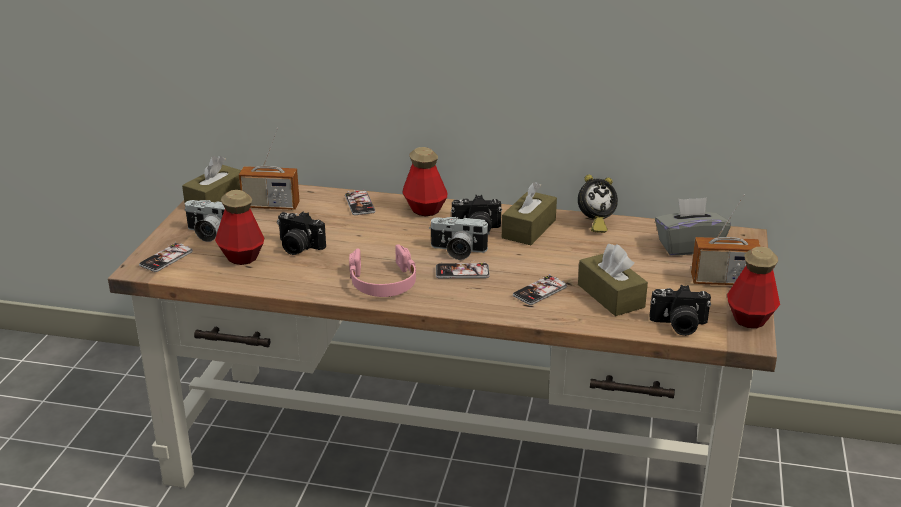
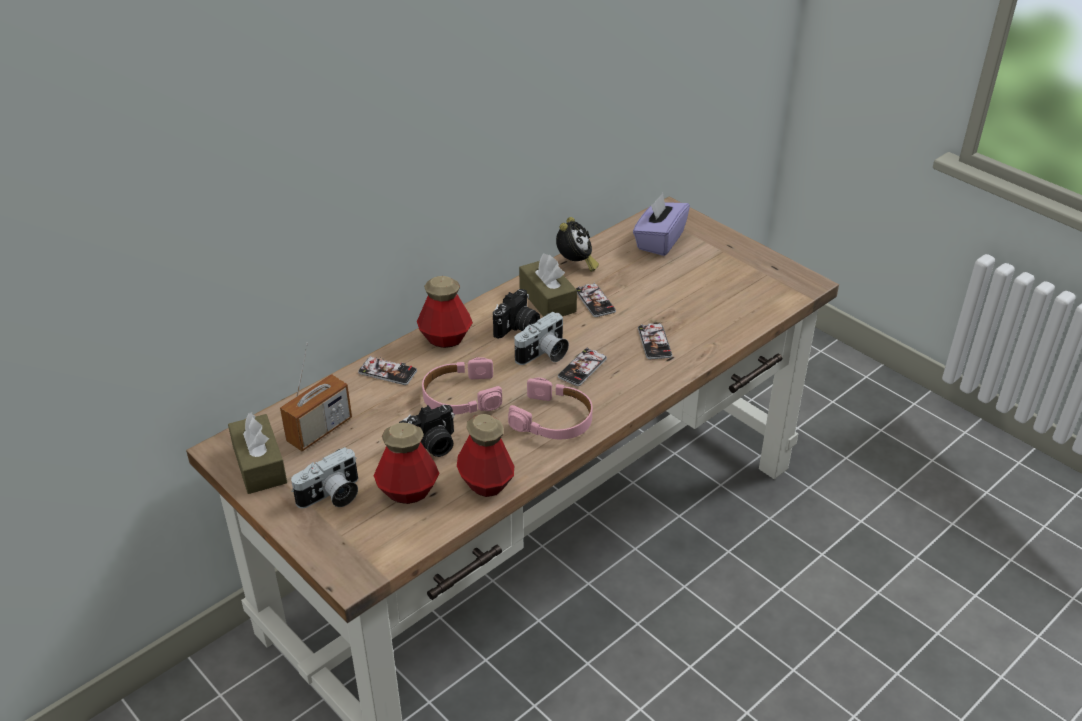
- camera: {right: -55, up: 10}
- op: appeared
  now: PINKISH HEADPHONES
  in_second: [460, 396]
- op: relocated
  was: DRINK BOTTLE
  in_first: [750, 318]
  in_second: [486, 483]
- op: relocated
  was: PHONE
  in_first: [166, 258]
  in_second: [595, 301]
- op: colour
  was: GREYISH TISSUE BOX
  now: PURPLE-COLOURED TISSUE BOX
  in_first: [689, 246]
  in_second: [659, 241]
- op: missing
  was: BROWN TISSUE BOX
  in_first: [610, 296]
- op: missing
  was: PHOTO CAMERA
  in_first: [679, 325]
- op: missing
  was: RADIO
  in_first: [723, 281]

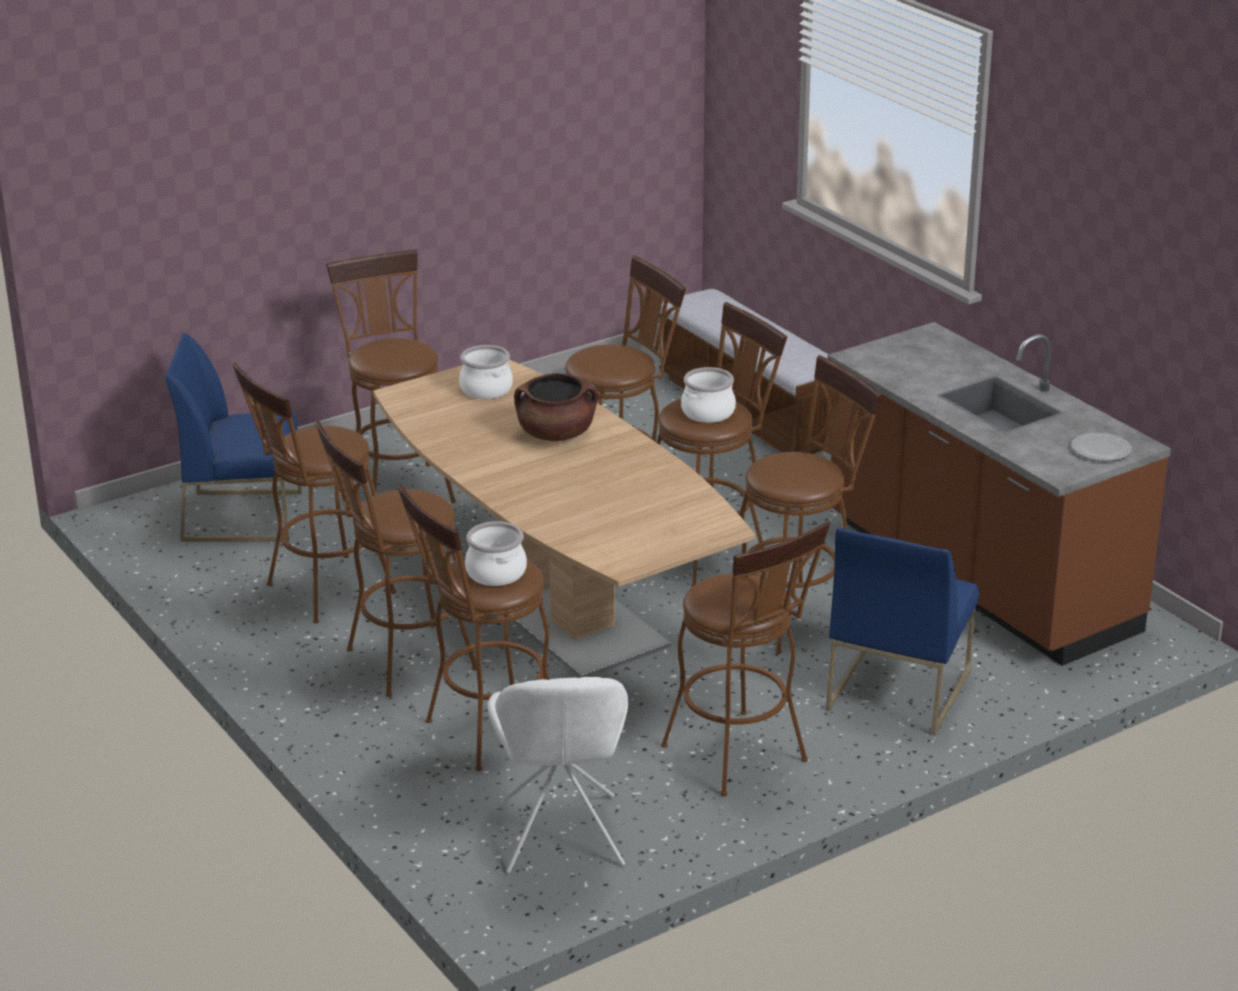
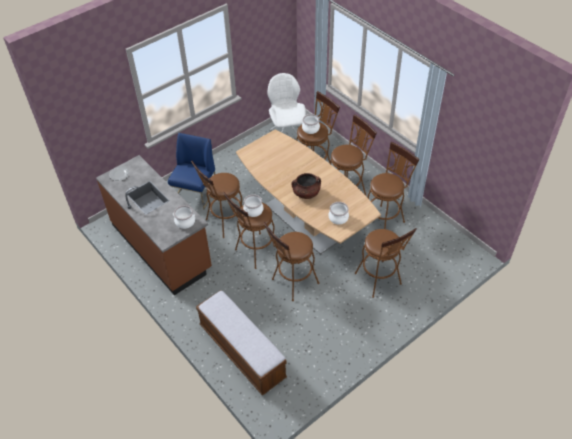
- camera: {right: 175, up: 20}
- op: appeared
  now: COOKING POT
  in_second: [185, 222]
- op: missing
  was: BLUE CHAIR
  in_first: [243, 516]
- op: missing
  was: BROWN SITTING STOOL
  in_first: [742, 759]

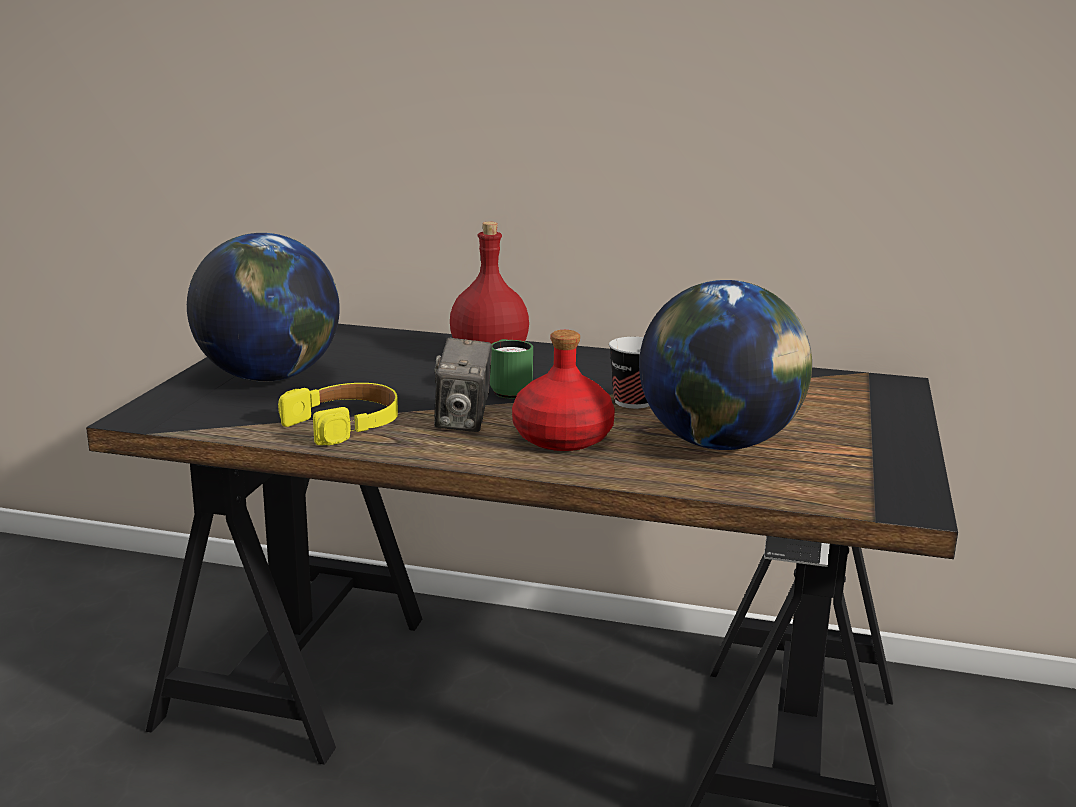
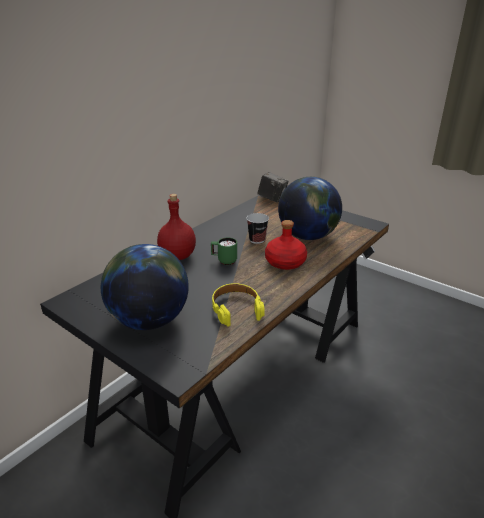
- camera: {right: -65, up: 10}
- op: relocated
  was: PHOTO CAMERA
  in_first: [463, 421]
  in_second: [272, 199]

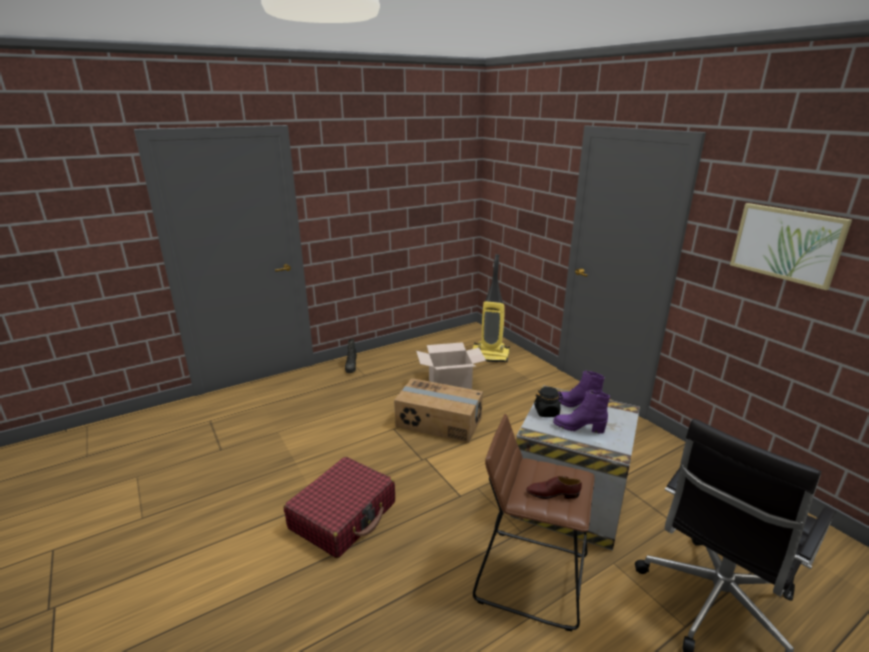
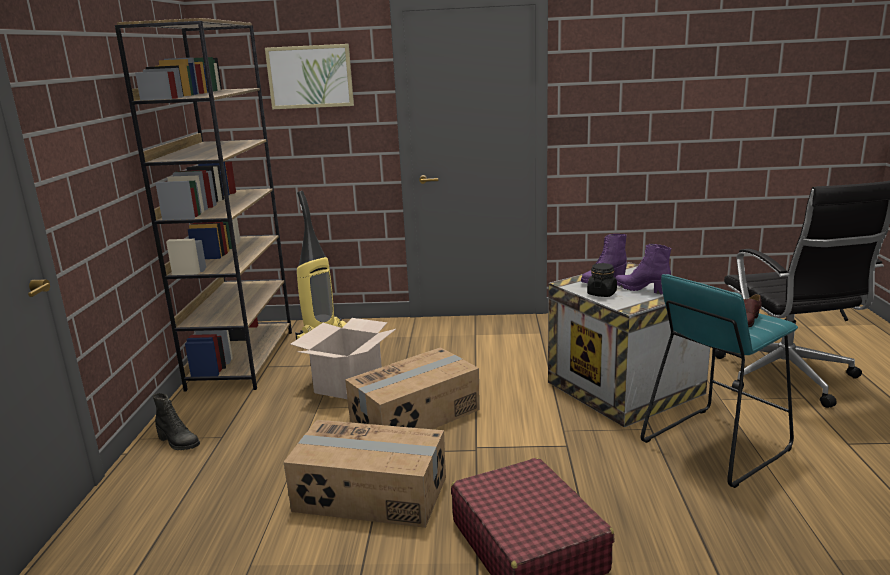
- camera: {right: -55, up: -5}
- op: appeared
  now: BROWN SHELVING UNIT
  in_second: [242, 359]
- op: relocated
  was: WALL PICTURE
  in_first: [786, 244]
  in_second: [310, 76]
- op: appeared
  now: PACKING BOX
  in_second: [370, 495]
- op: spun
  was: PURPLE-COLOURED BOOT
  in_first: [578, 427]
  in_second: [641, 289]
  clockwise: 75
- op: colour
  was: BROWN SITTING STOOL
  now: TURQUOISE-COLOURED SITTING STOOL
  in_first: [531, 576]
  in_second: [715, 445]

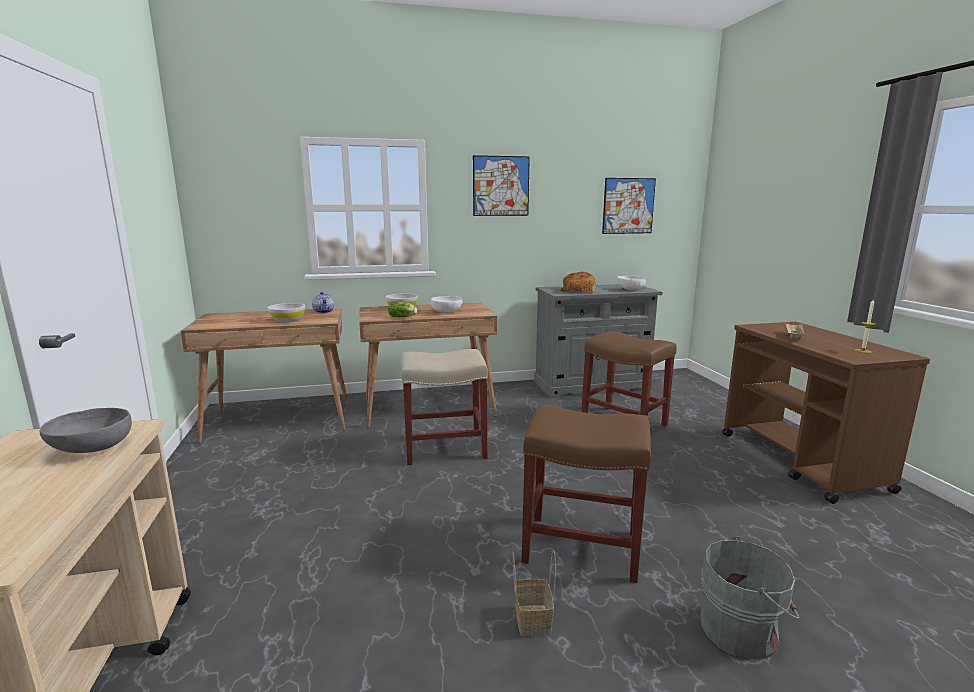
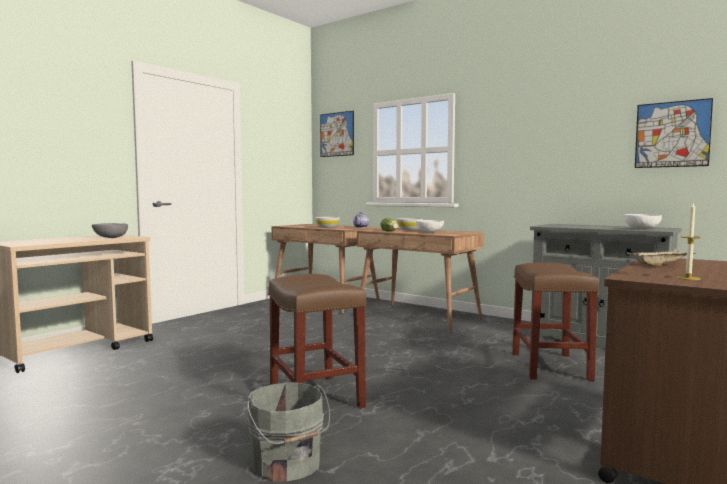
- camera: {right: 50, up: -10}
- op: relocated
  was: WALL PICTURE
  in_first: [501, 186]
  in_second: [337, 134]
- op: missing
  was: BEIGE SITTING STOOL
  in_first: [443, 449]
- op: missing
  was: STORAGE BASKET
  in_first: [531, 619]
- op: missing
  was: BREAD
  in_first: [576, 291]

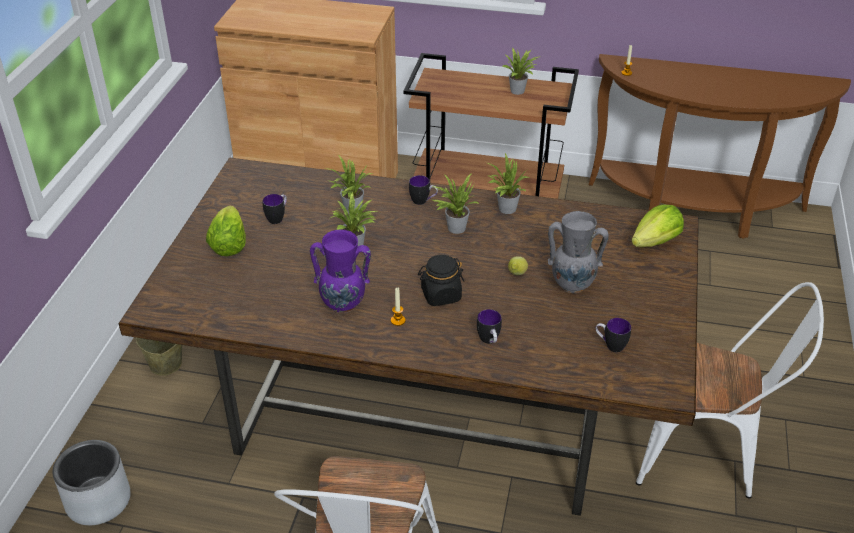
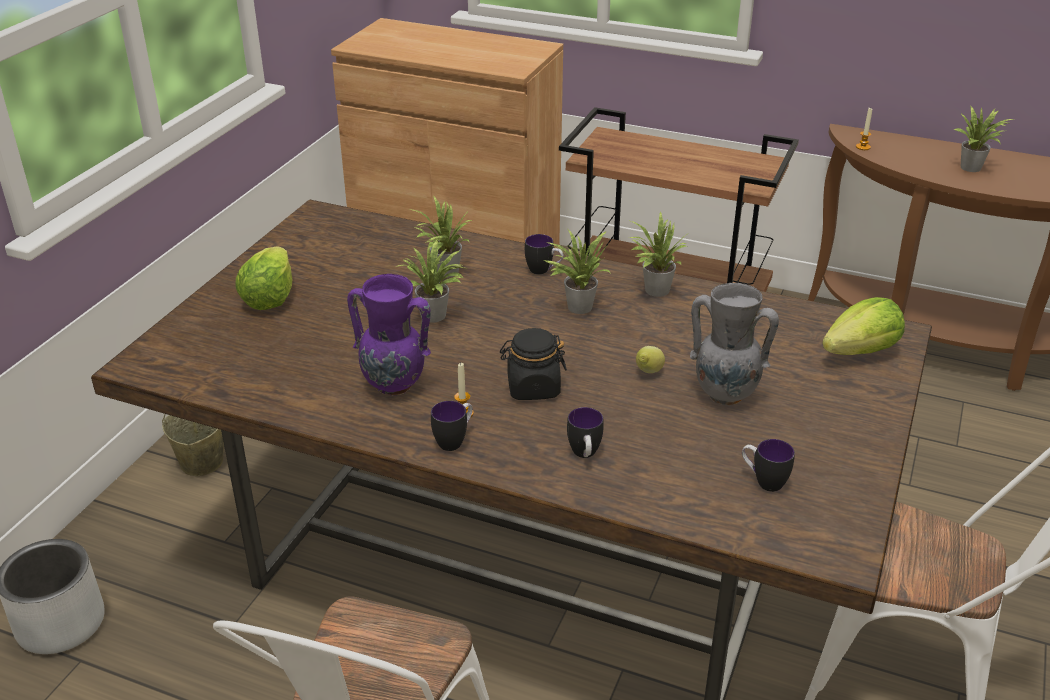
- camera: {right: 10, up: -5}
- op: relocated
  was: COFFEE MUG
  in_first: [278, 218]
  in_second: [455, 440]
- op: relocated
  was: HOUSEPLANT
  in_first: [519, 91]
  in_second: [973, 168]

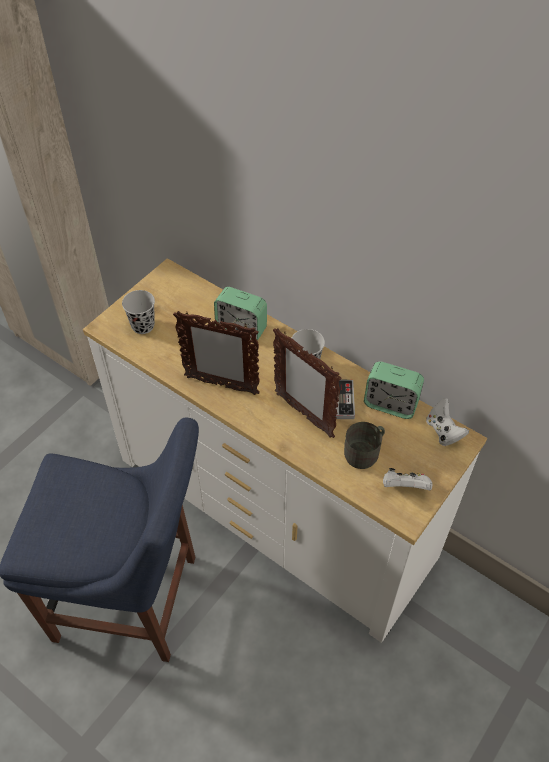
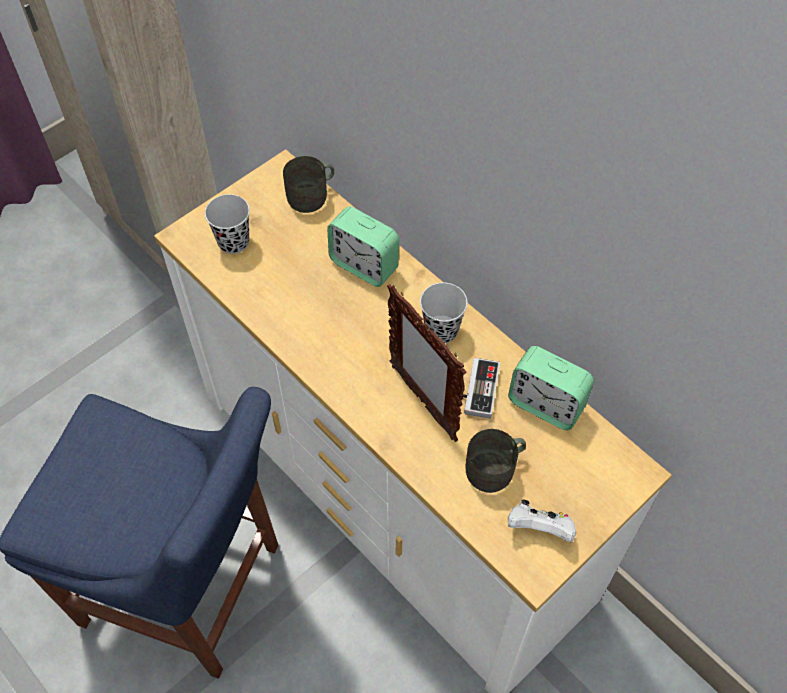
- camera: {right: 10, up: 5}
- op: appeared
  now: GREYISH COFFEE MUG
  in_second: [312, 196]
- op: missing
  was: PICTURE FRAME
  in_first: [221, 385]
- op: missing
  was: WHITISH GAMEPAD
  in_first: [443, 431]

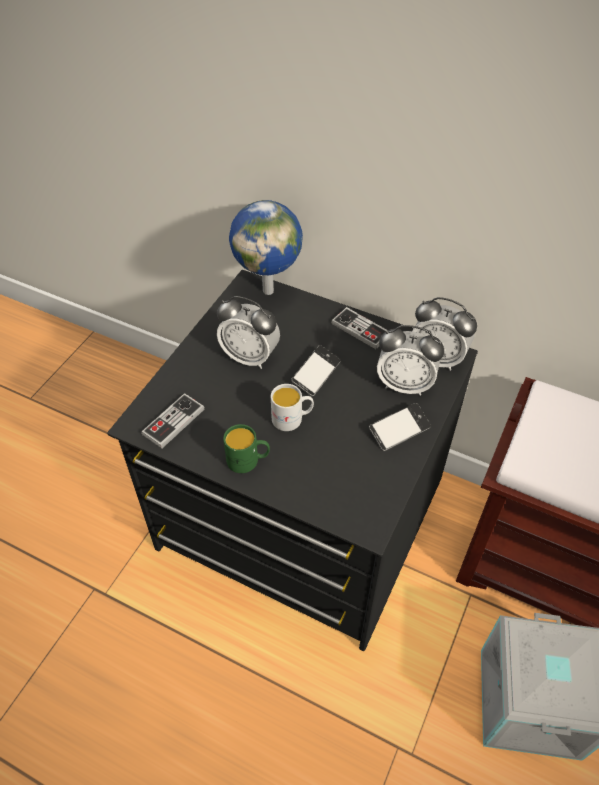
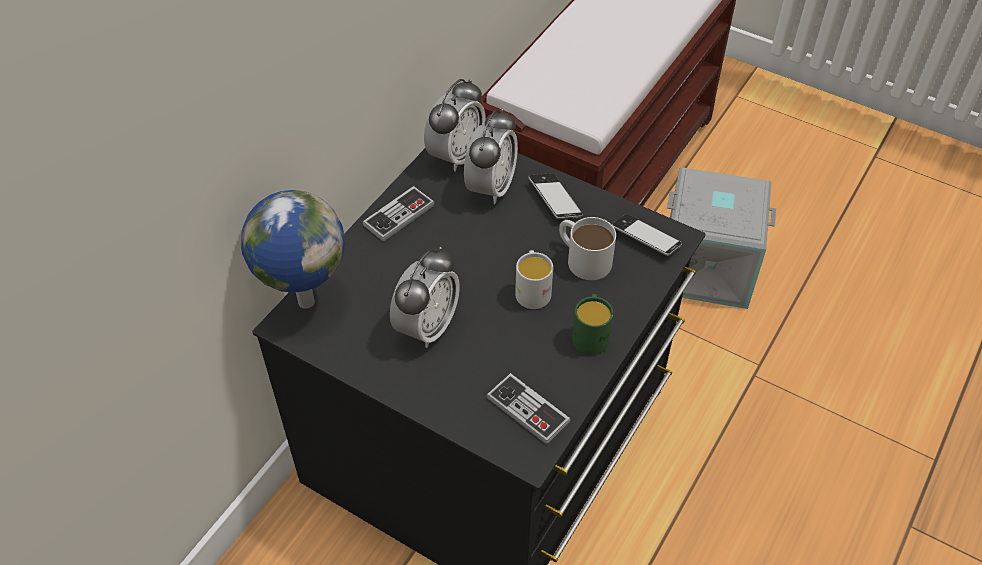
- camera: {right: -85, up: 0}
- op: appeared
  now: WHITISH COFFEE MUG
  in_second: [582, 257]
- op: relocated
  was: PHONE
  in_first: [316, 374]
  in_second: [646, 239]

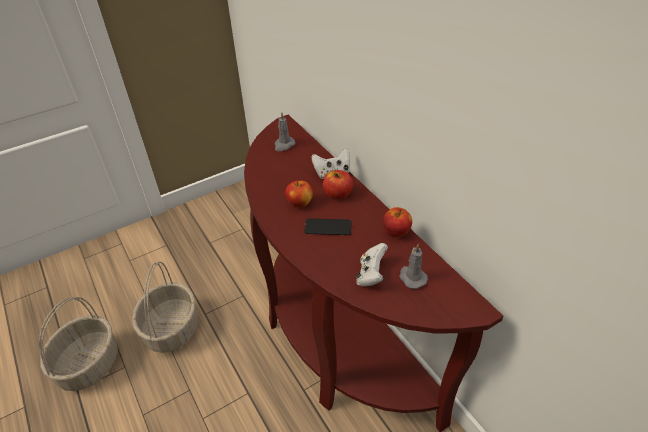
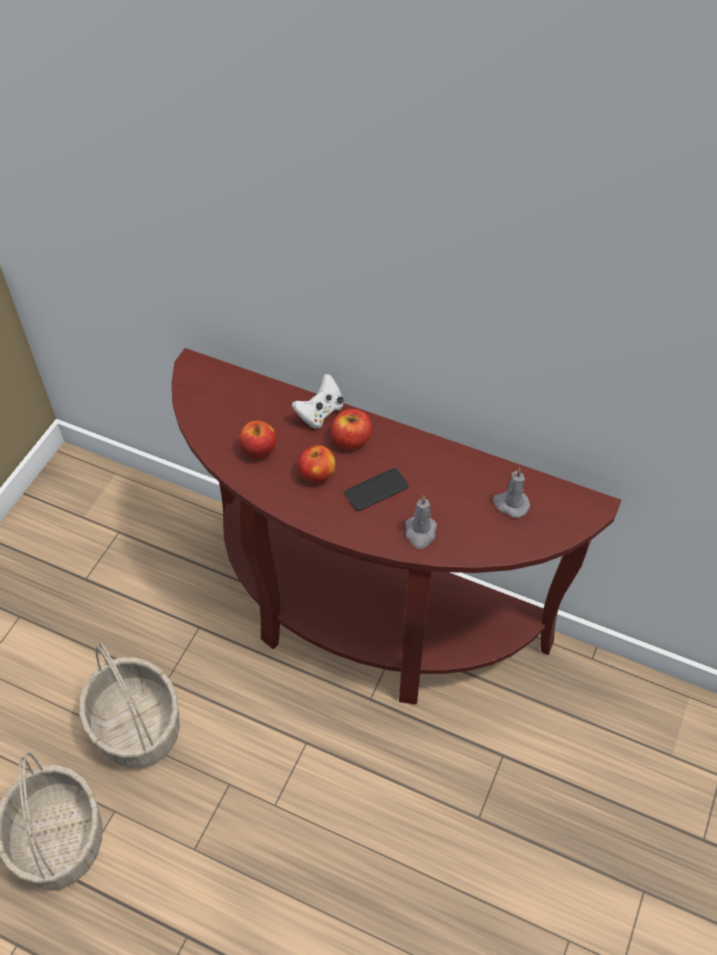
- camera: {right: -35, up: 10}
- op: relocated
  was: APPLE
  in_first: [396, 232]
  in_second: [259, 450]
- op: relocated
  was: GREYISH WAX CANDLE
  in_first: [284, 145]
  in_second: [420, 533]
- op: missing
  was: WHITISH GAMEPAD
  in_first: [371, 275]

